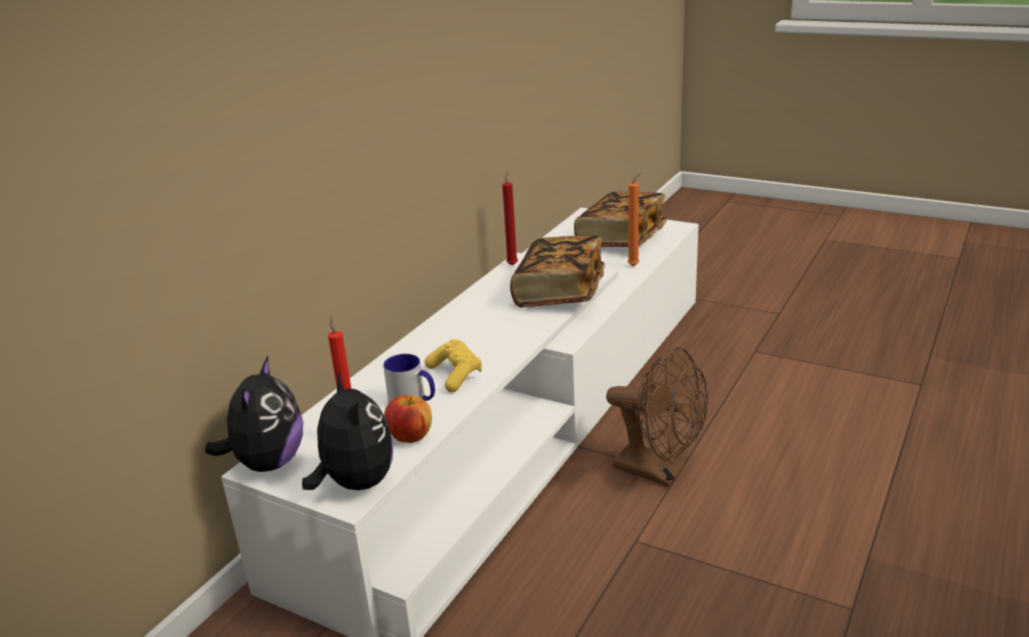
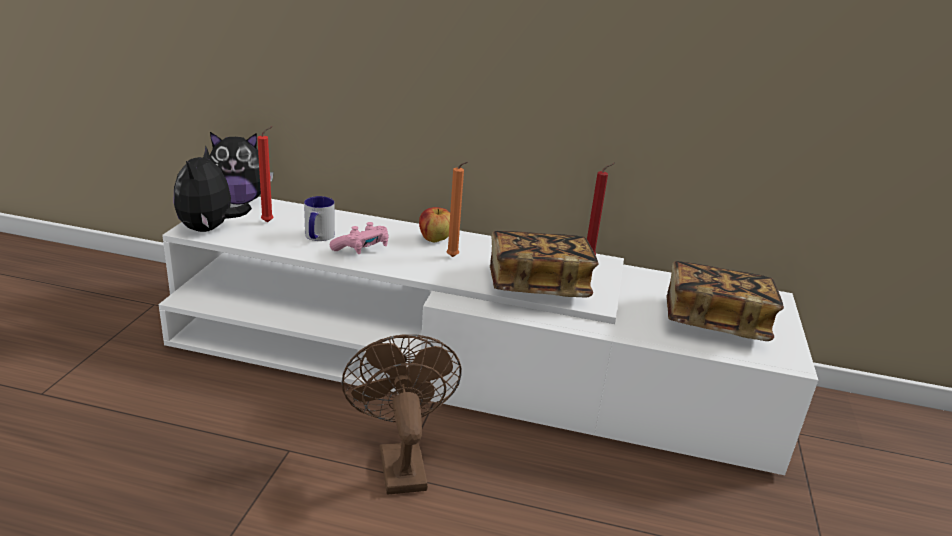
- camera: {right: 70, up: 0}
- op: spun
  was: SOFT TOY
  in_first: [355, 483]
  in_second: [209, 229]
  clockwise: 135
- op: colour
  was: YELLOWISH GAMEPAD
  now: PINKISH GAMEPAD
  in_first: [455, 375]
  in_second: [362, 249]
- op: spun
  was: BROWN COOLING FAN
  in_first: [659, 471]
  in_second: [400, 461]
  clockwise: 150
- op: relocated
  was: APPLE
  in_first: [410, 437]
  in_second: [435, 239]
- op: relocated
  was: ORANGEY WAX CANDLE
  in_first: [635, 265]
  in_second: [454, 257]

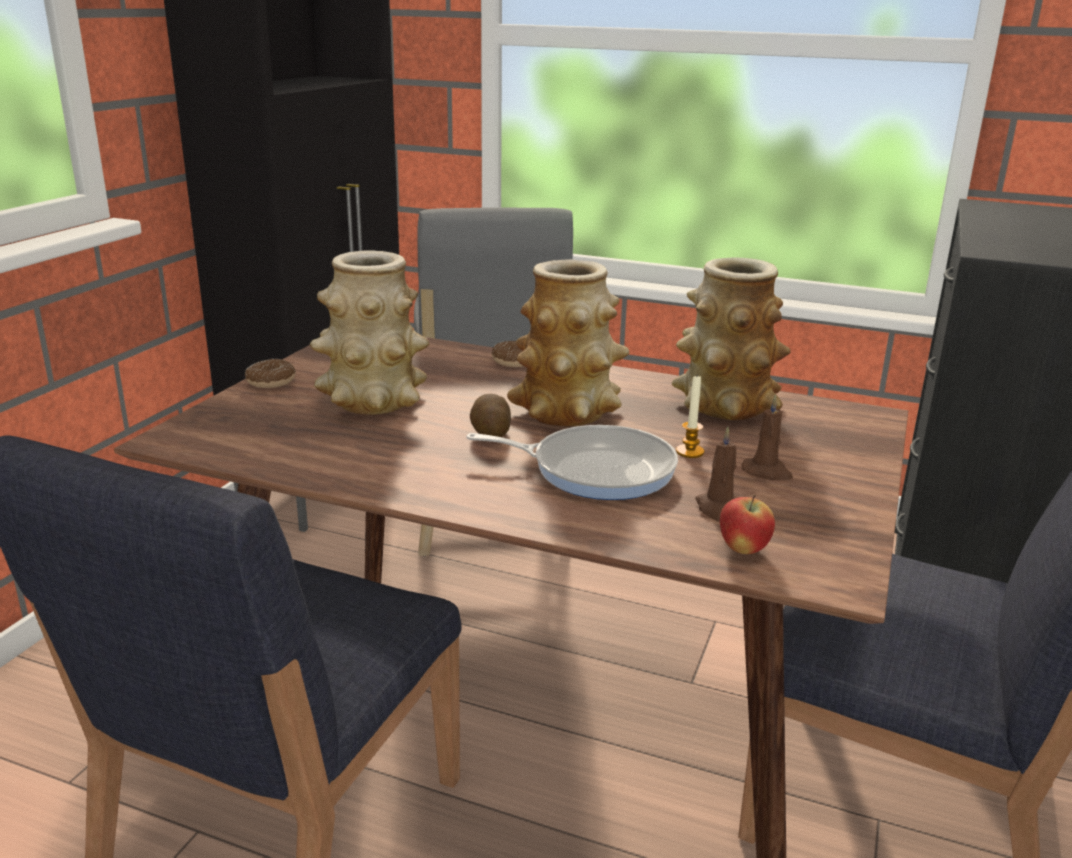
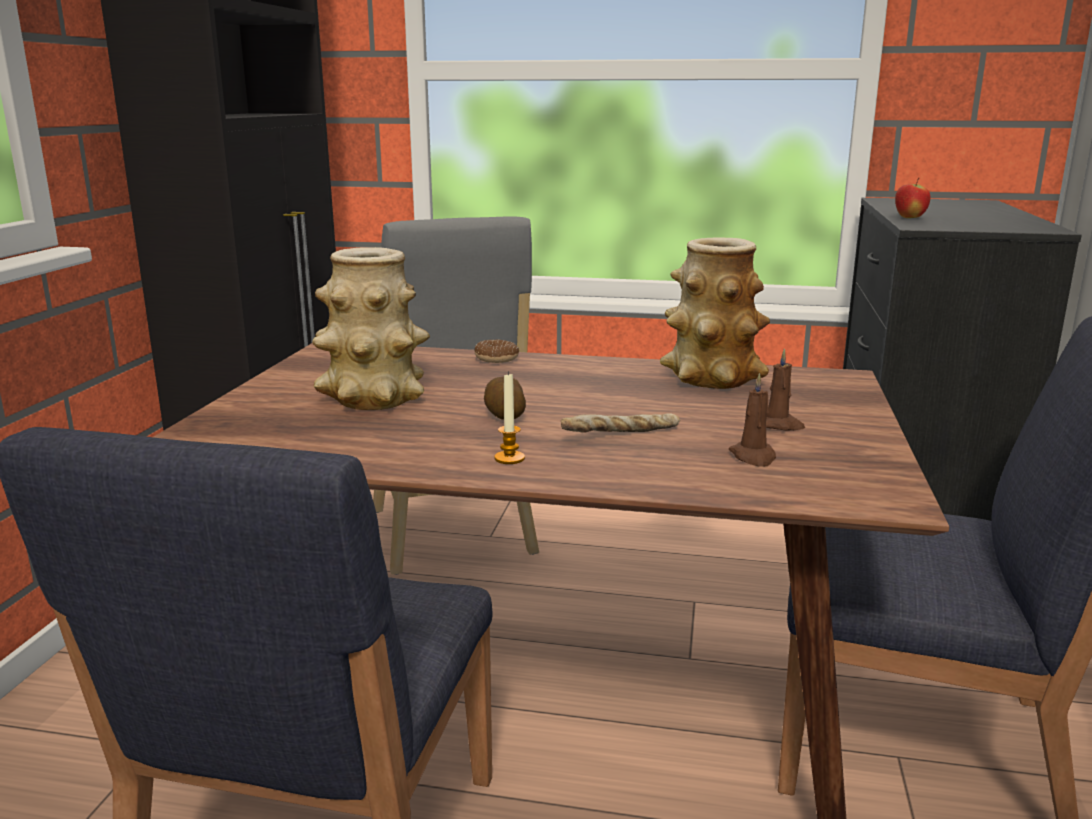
- camera: {right: -10, up: -5}
- op: relocated
  was: WAX CANDLE
  in_first: [690, 452]
  in_second: [509, 458]
- op: exchanged
  was: SKILLET
  now: BREAD
  in_first: [595, 470]
  in_second: [621, 436]
- op: relocated
  was: APPLE
  in_first: [743, 550]
  in_second: [910, 218]
- op: missing
  was: DONUT
  in_first: [271, 381]
- op: missing
  was: DECORATIVE VASE
  in_first: [567, 412]

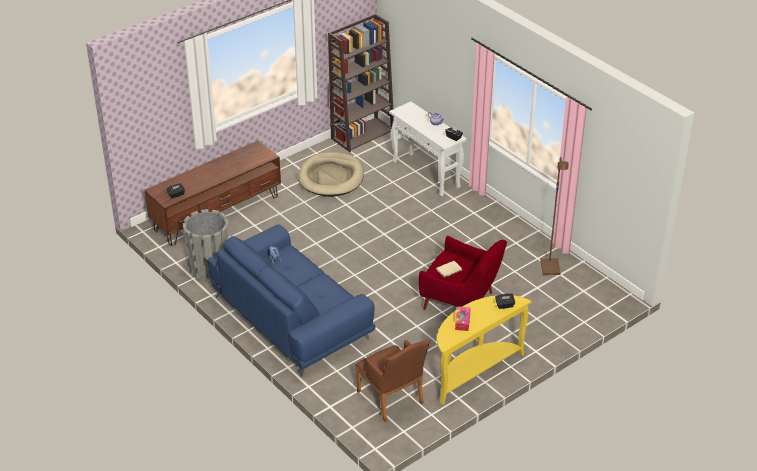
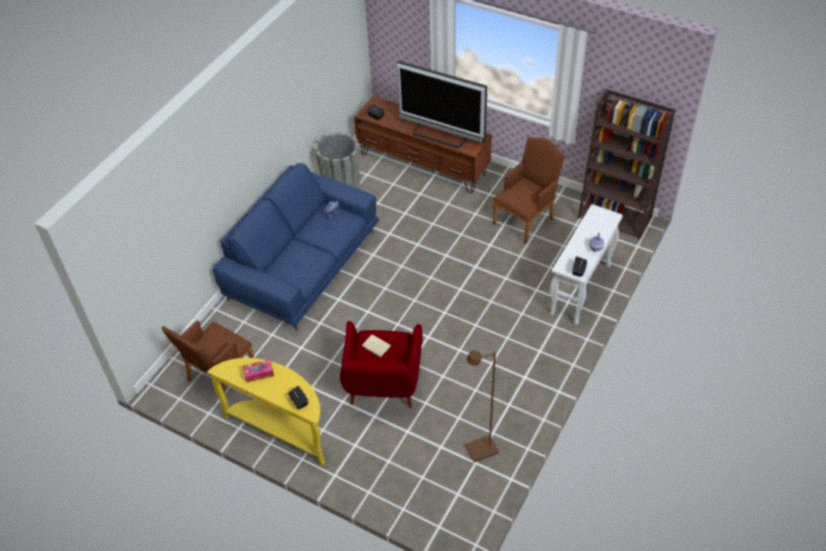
- camera: {right: 70, up: 10}
- op: appeared
  now: TV SET
  in_second: [440, 134]
- op: exchanged
  was: BEIGE DOG BED
  now: BROWN EASY CHAIR
  in_first: [331, 177]
  in_second: [526, 219]

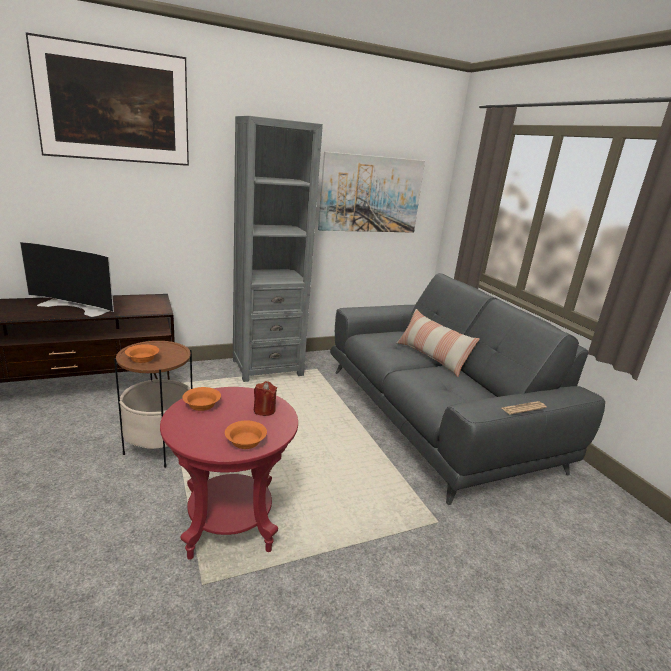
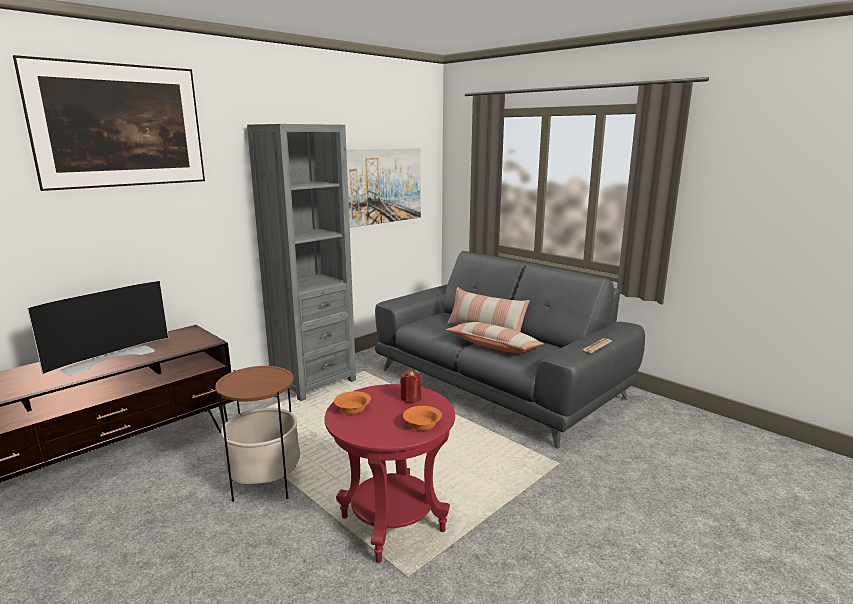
- camera: {right: -20, up: -5}
- op: spun
  was: TV SET
  in_first: [76, 306]
  in_second: [108, 358]
  clockwise: -45
- op: appeared
  now: THROW PILLOW
  in_second: [493, 346]
- op: missing
  was: ORANGEY SERVING BOWL
  in_first: [142, 359]

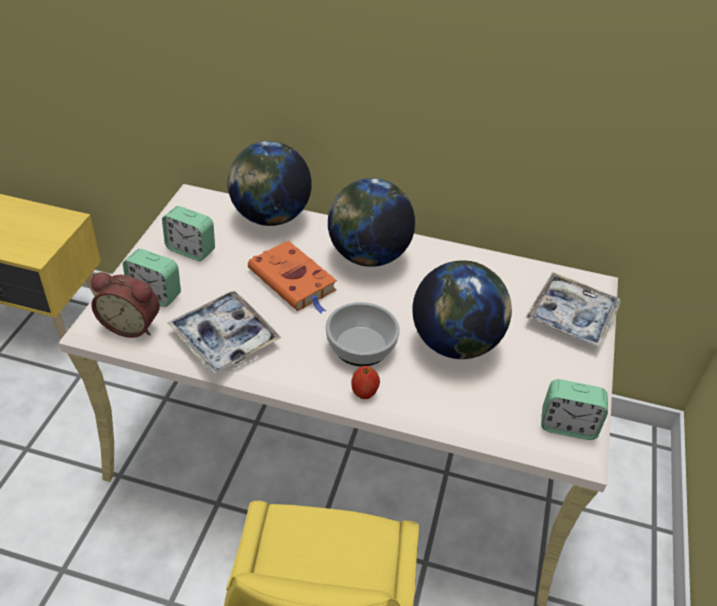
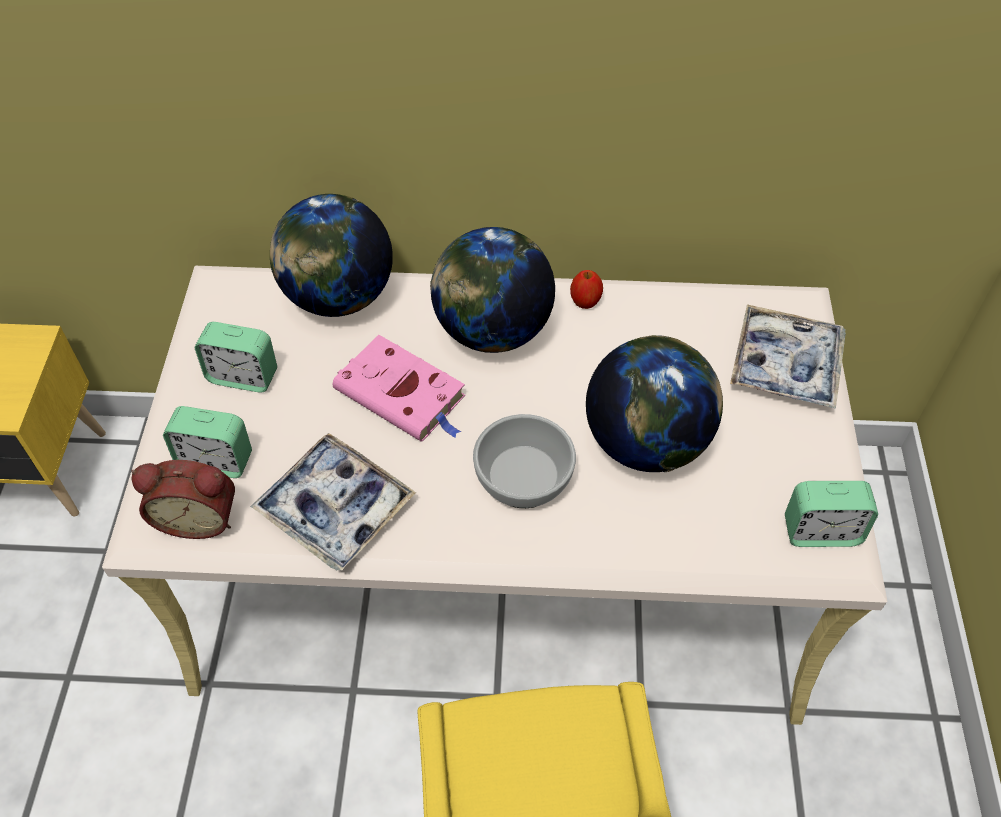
- camera: {right: -10, up: 10}
- op: colour
  was: ORANGEY VOLUME
  now: PINKISH VOLUME
  in_first: [294, 281]
  in_second: [403, 395]
- op: relocated
  was: APPLE
  in_first: [364, 392]
  in_second: [585, 301]

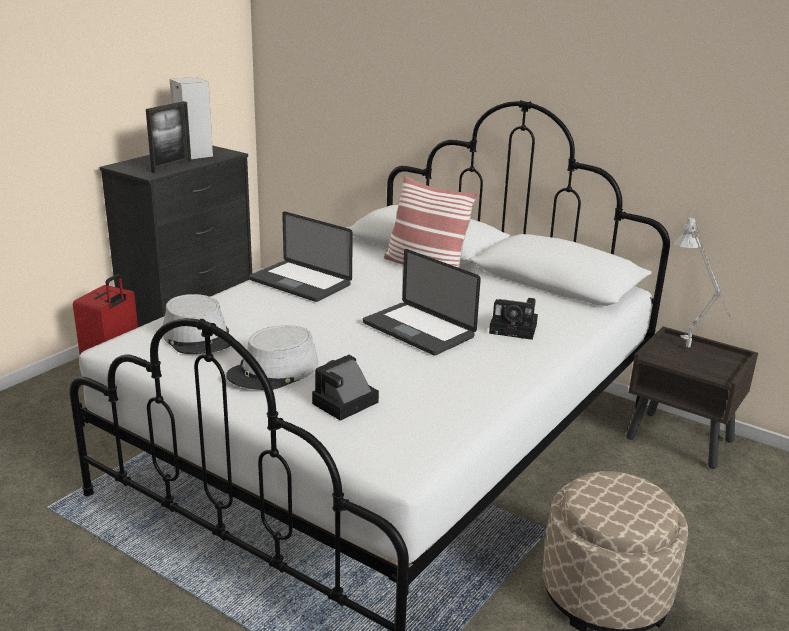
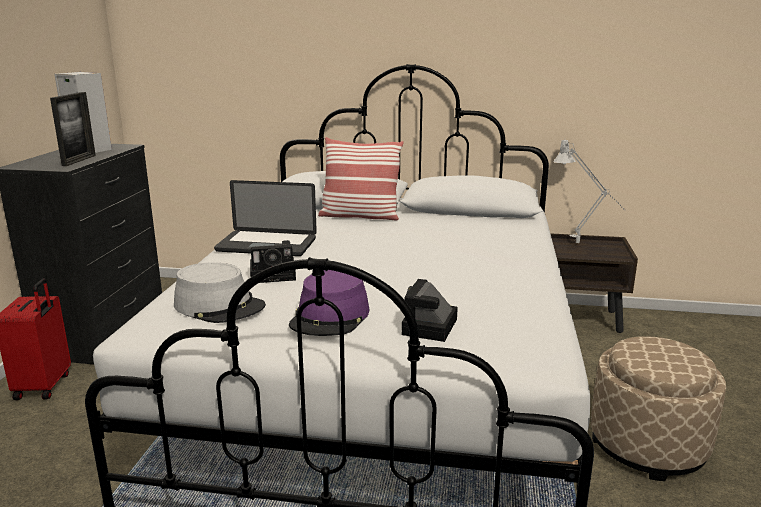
- camera: {right: -25, up: -5}
- op: relocated
  was: PHOTO CAMERA
  in_first: [515, 329]
  in_second: [275, 274]
- op: colour
  was: GREYISH WEARABLE HAT
  now: PURPLE-COLOURED WEARABLE HAT
  in_first: [273, 371]
  in_second: [330, 317]
- op: missing
  was: LAPTOP
  in_first: [418, 330]

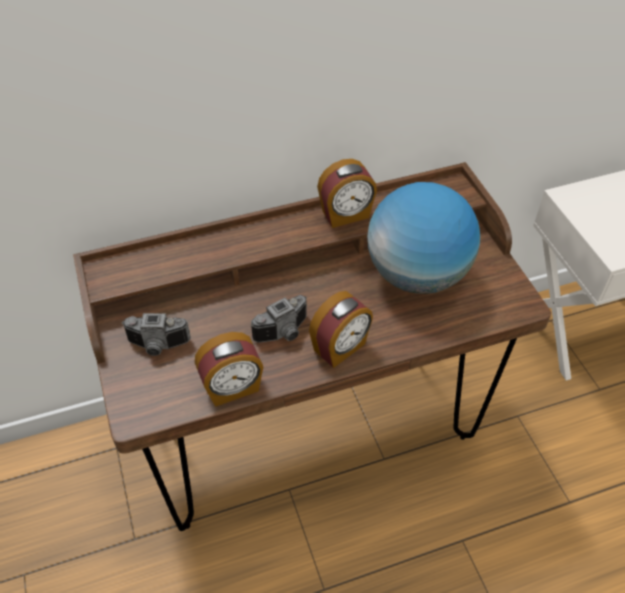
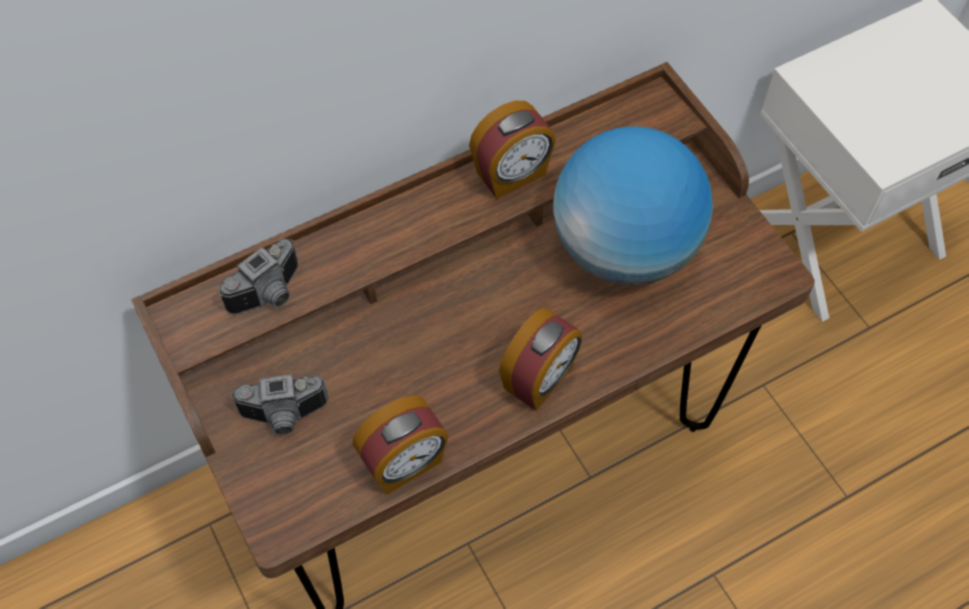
- camera: {right: -10, up: 10}
- op: relocated
  was: PHOTO CAMERA
  in_first: [285, 333]
  in_second: [271, 295]

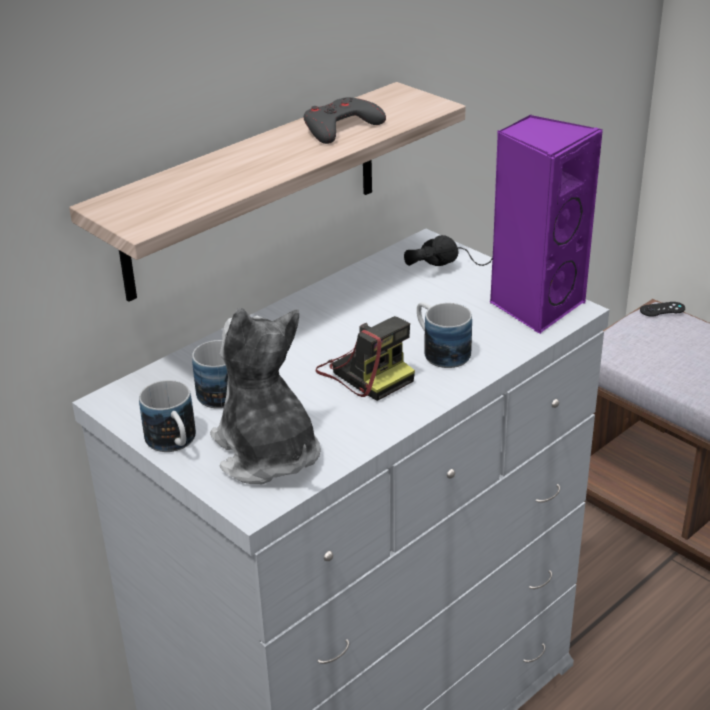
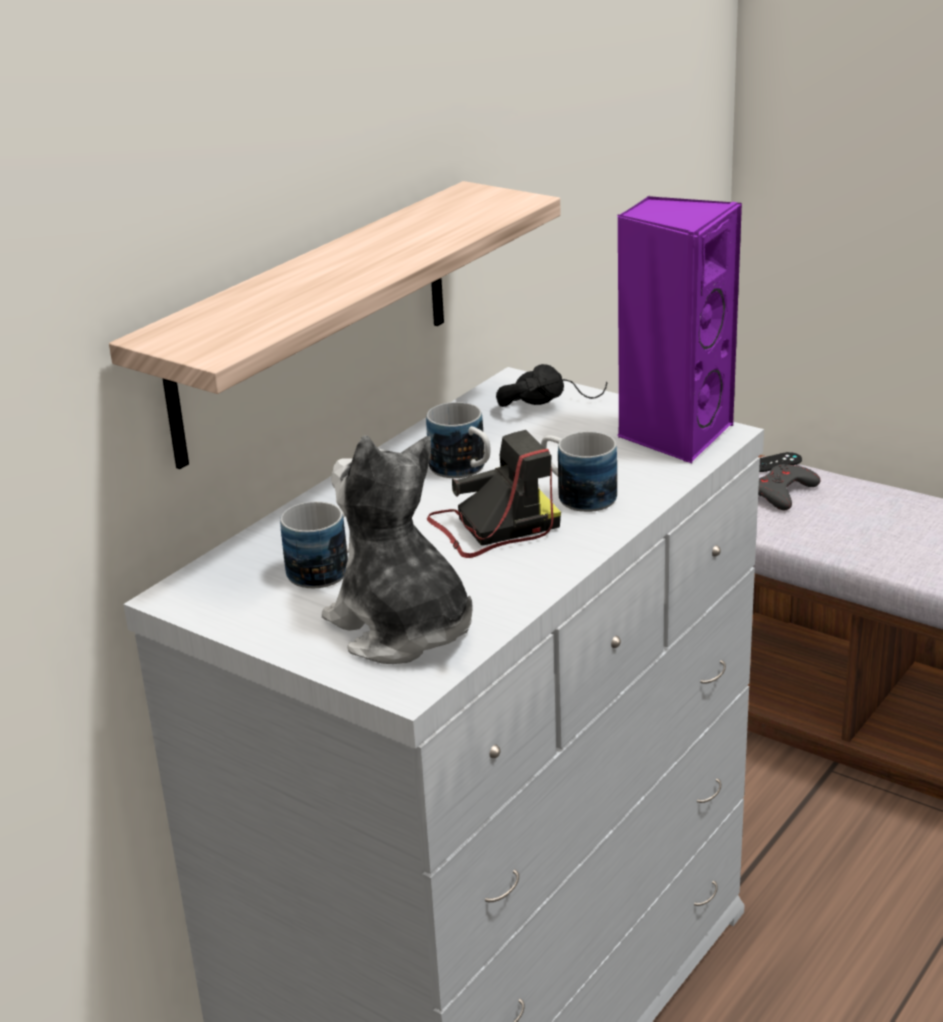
- camera: {right: -10, up: -5}
- op: relocated
  was: COFFEE MUG
  in_first: [174, 444]
  in_second: [465, 471]
- op: spun
  was: PHOTO CAMERA
  in_first: [365, 372]
  in_second: [492, 527]
  clockwise: -60
- op: relocated
  was: GREYISH GAMEPAD
  in_first: [340, 128]
  in_second: [784, 493]

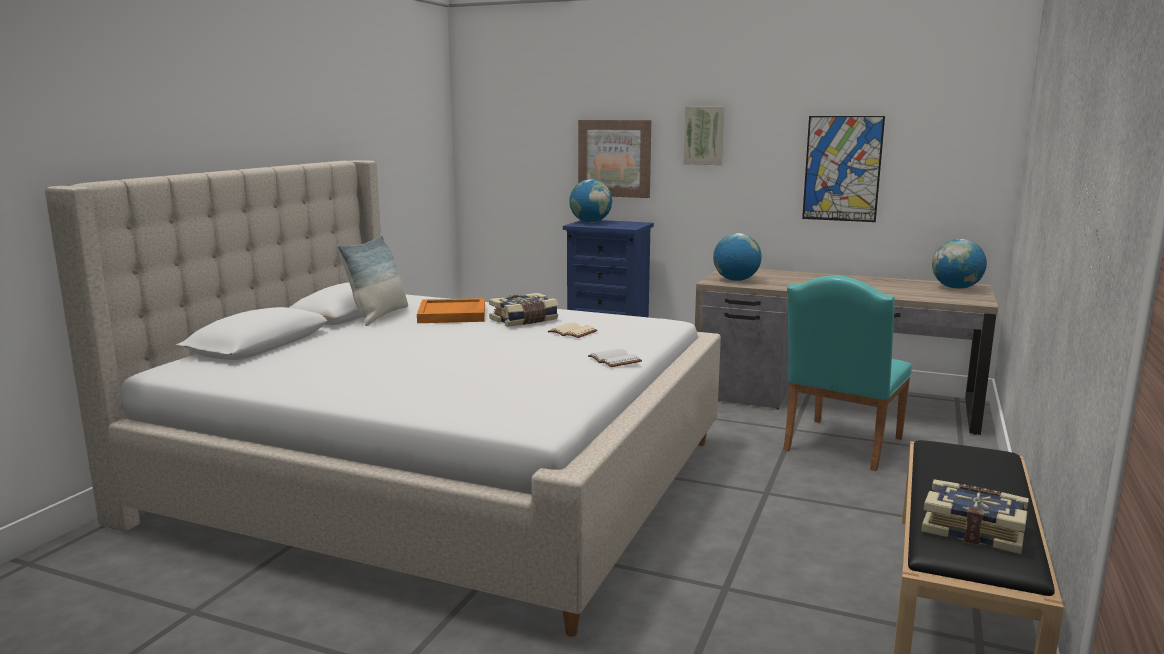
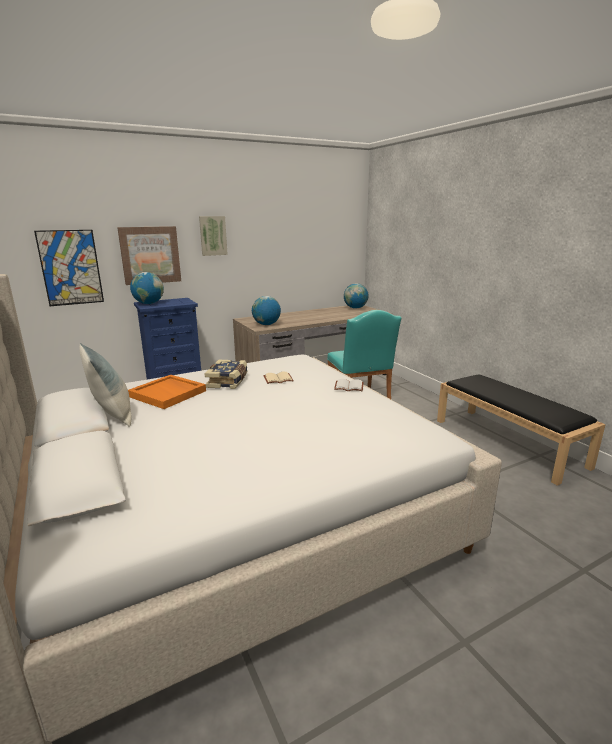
- camera: {right: -50, up: 5}
- op: relocated
  was: WALL PICTURE
  in_first: [842, 168]
  in_second: [70, 268]
- op: missing
  was: VOLUME
  in_first: [973, 529]

